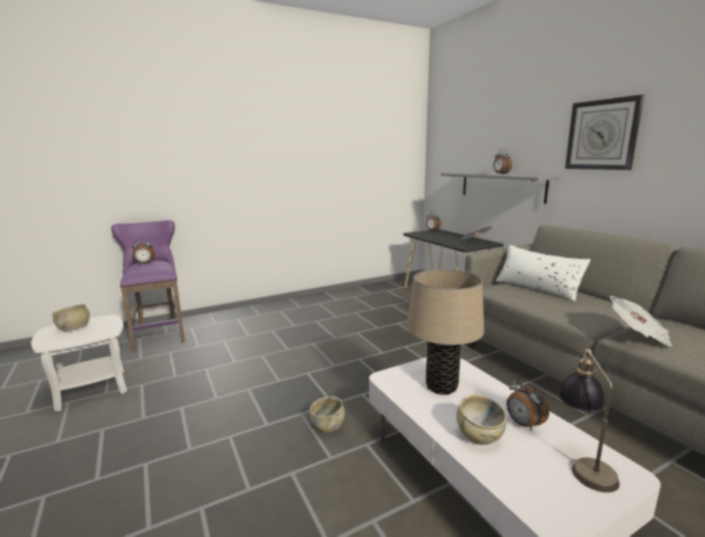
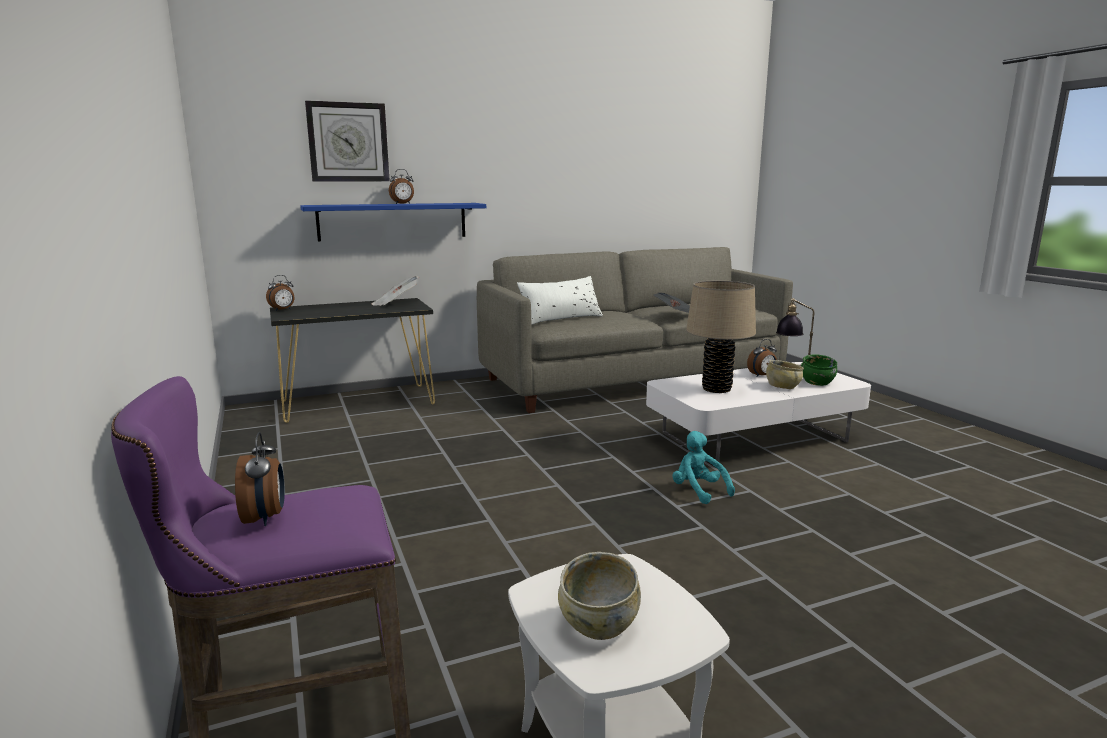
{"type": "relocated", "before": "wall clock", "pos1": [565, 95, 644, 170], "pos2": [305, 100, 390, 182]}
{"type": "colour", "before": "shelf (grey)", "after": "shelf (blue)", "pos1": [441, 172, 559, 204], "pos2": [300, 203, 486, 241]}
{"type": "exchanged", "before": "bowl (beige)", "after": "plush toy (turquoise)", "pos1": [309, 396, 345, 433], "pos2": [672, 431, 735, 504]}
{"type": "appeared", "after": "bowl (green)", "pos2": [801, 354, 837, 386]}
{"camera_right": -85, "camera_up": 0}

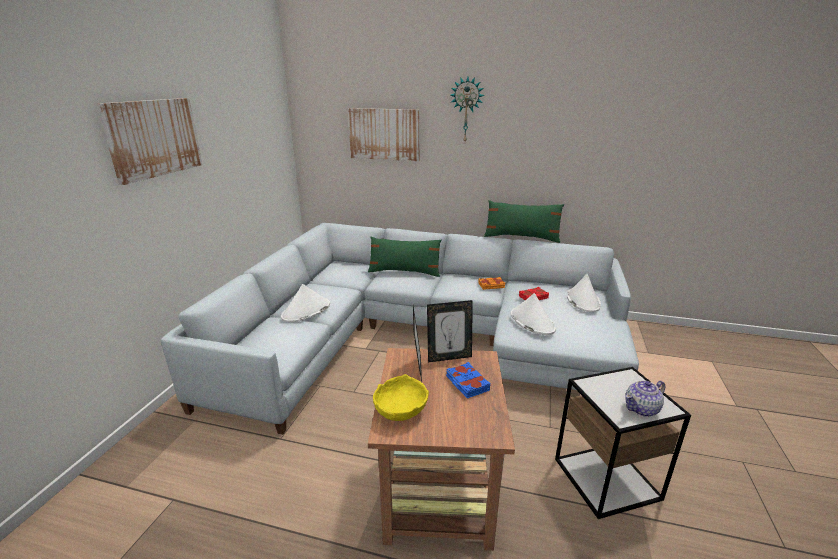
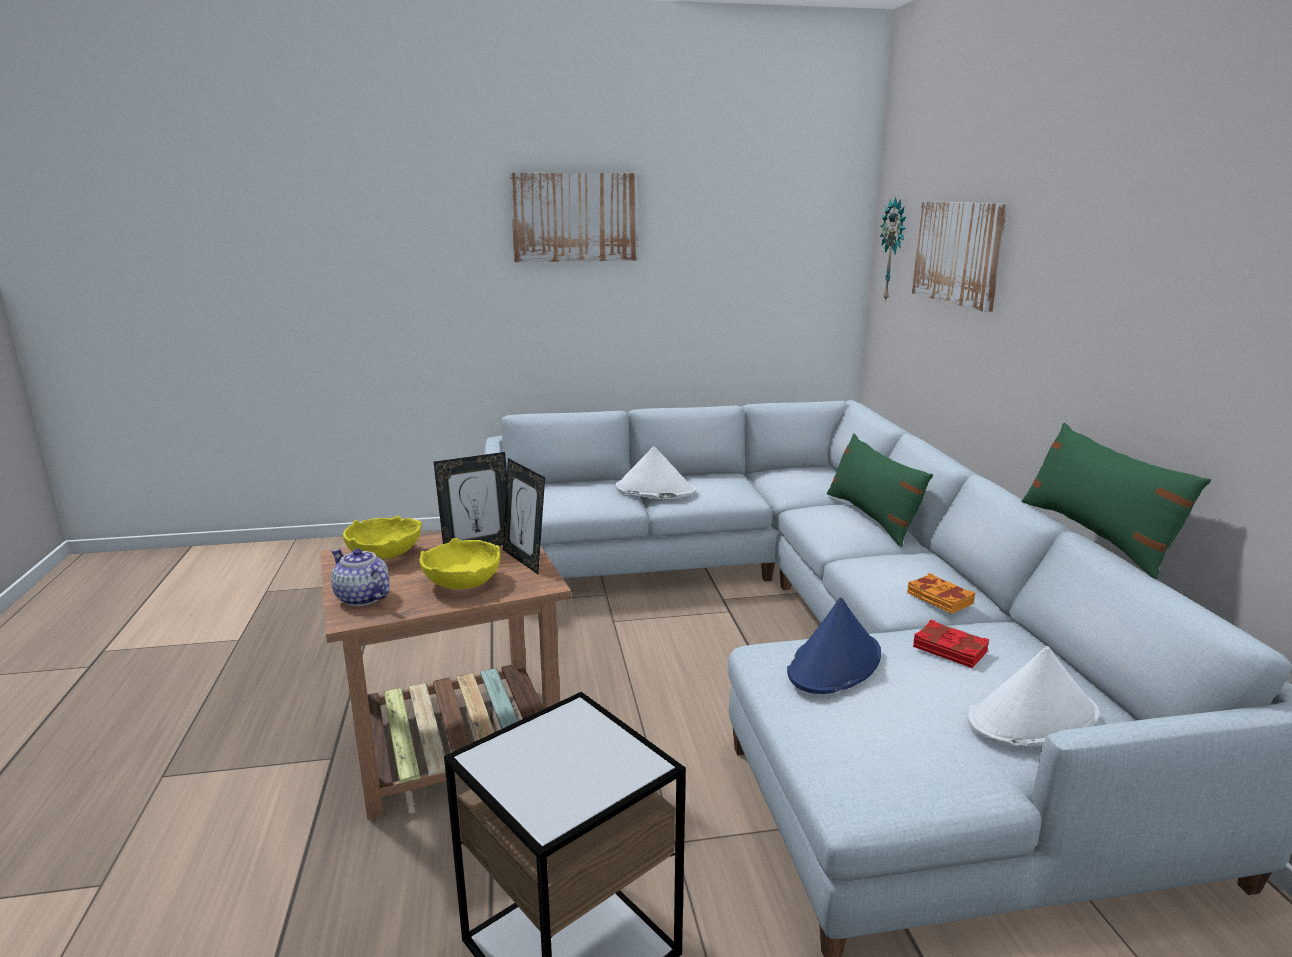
{"type": "relocated", "before": "wall clock", "pos1": [450, 77, 485, 142], "pos2": [880, 197, 906, 303]}
{"type": "colour", "before": "hat (white)", "after": "hat (blue)", "pos1": [510, 293, 556, 335], "pos2": [787, 597, 881, 694]}
{"type": "exchanged", "before": "book (blue)", "after": "bowl (yellow)", "pos1": [446, 362, 490, 398], "pos2": [419, 538, 500, 589]}
{"type": "relocated", "before": "teapot", "pos1": [625, 380, 665, 417], "pos2": [331, 548, 390, 606]}
{"camera_right": 65, "camera_up": -5}

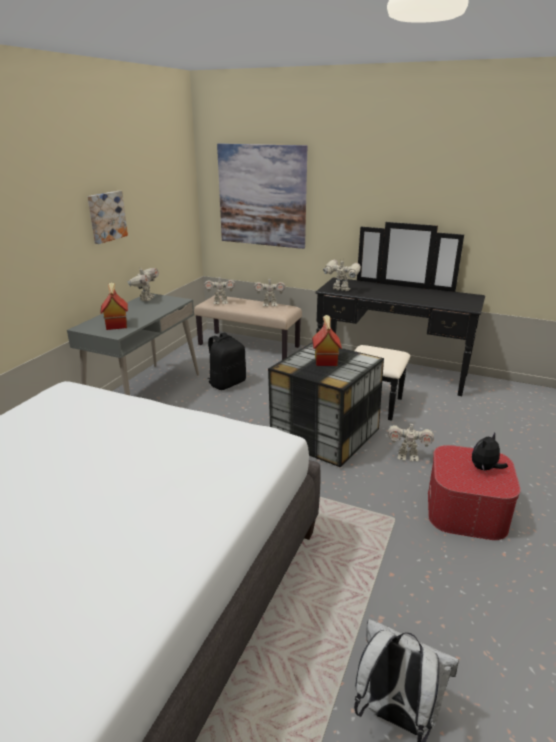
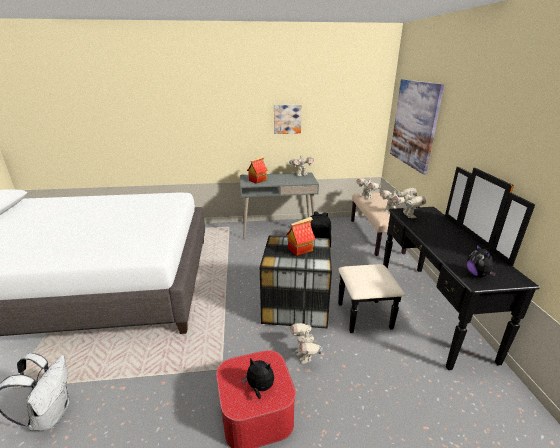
{"type": "appeared", "after": "plush toy", "pos2": [467, 244, 496, 277]}
{"camera_right": 60, "camera_up": 0}

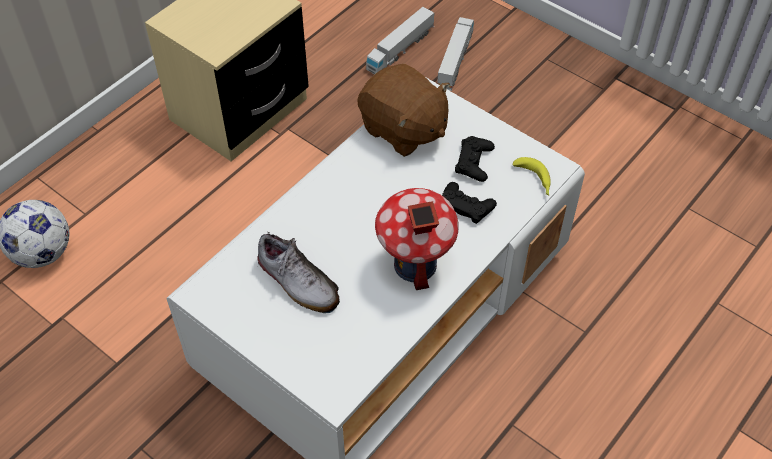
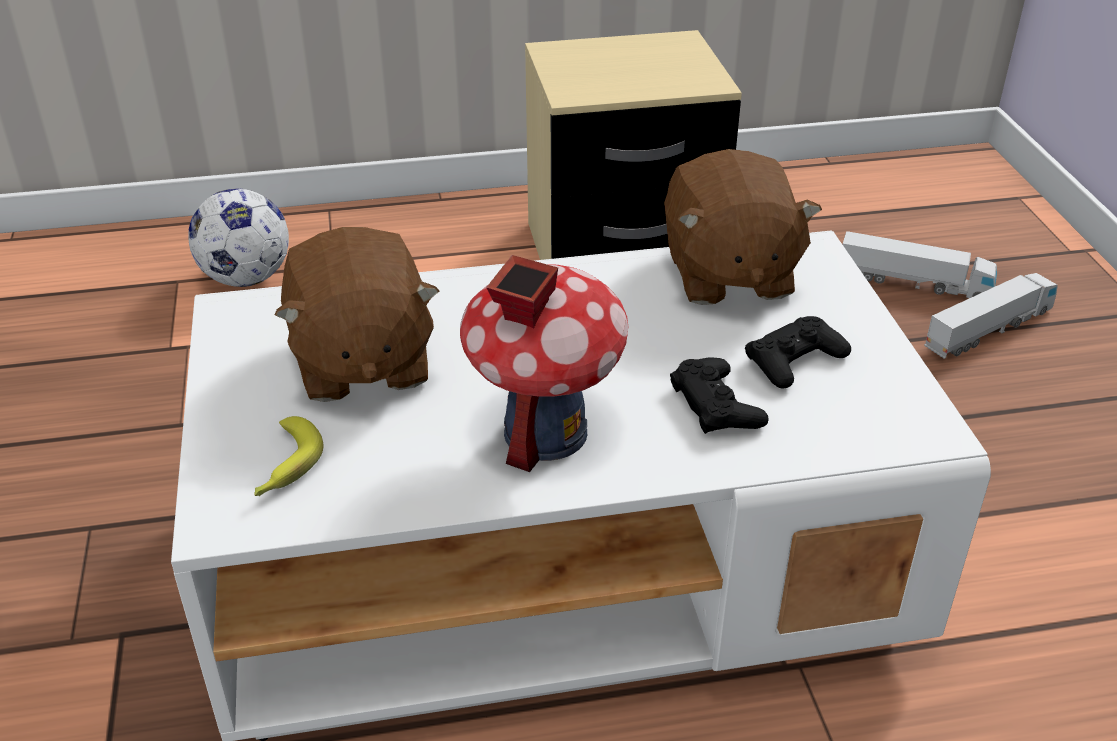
{"type": "spun", "before": "toy truck", "pos1": [366, 7, 434, 74], "pos2": [842, 231, 997, 298], "turn": -150}
{"type": "relocated", "before": "banana", "pos1": [513, 157, 551, 195], "pos2": [254, 416, 324, 496]}
{"type": "exchanged", "before": "shoe", "after": "plush toy (brown)", "pos1": [257, 232, 340, 313], "pos2": [274, 227, 439, 402]}
{"camera_right": 40, "camera_up": -15}

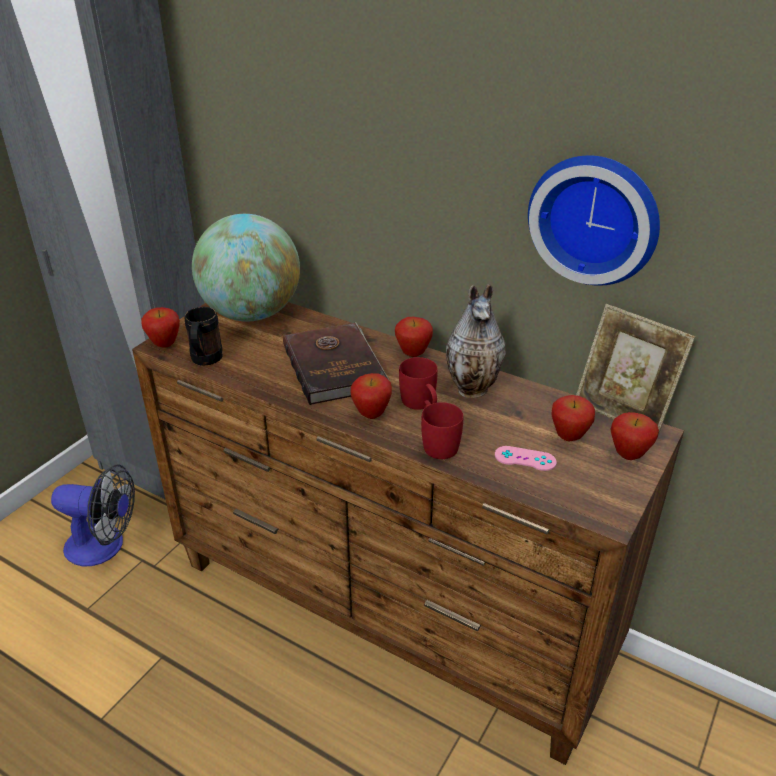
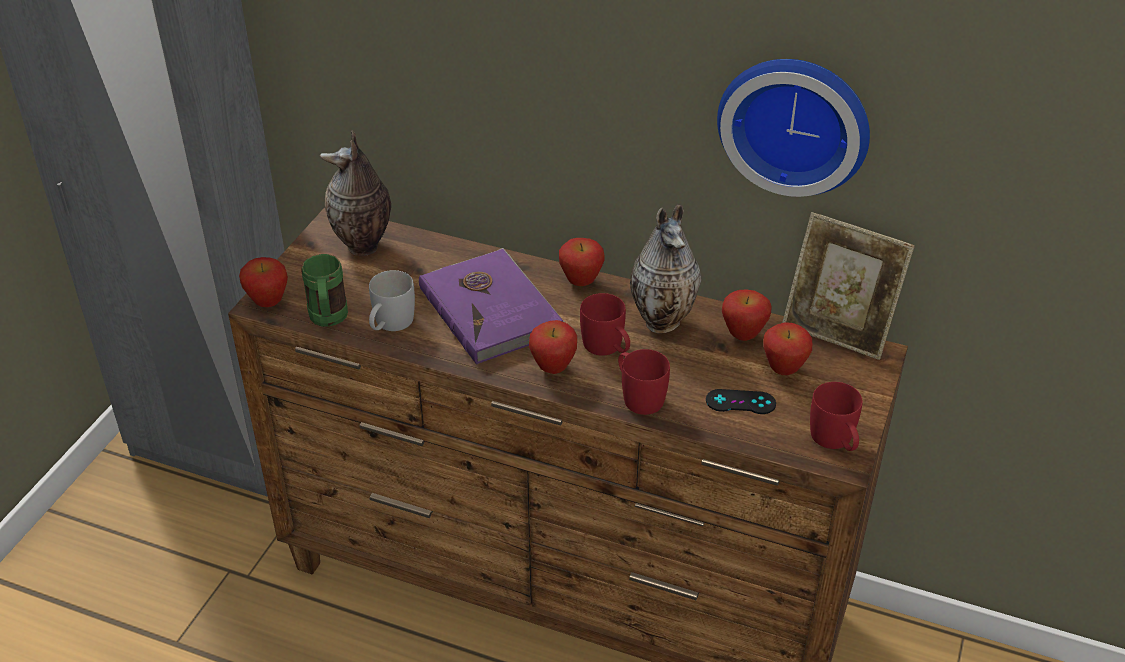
{"type": "exchanged", "before": "globe", "after": "vase", "pos1": [192, 214, 300, 321], "pos2": [320, 130, 391, 256]}
{"type": "colour", "before": "mug (black)", "after": "mug (green)", "pos1": [185, 307, 223, 366], "pos2": [301, 254, 348, 326]}
{"type": "colour", "before": "book (brown)", "after": "book (purple)", "pos1": [283, 322, 389, 405], "pos2": [419, 248, 564, 365]}
{"type": "relocated", "before": "apple", "pos1": [610, 412, 659, 460], "pos2": [722, 290, 772, 341]}
{"type": "colour", "before": "game controller (pink)", "after": "game controller (black)", "pos1": [495, 446, 557, 471], "pos2": [706, 389, 776, 414]}
{"type": "missing", "before": "fan", "pos1": [51, 465, 135, 567]}
{"type": "appeared", "after": "mug (white)", "pos2": [369, 270, 415, 331]}
{"type": "appeared", "after": "mug (red)", "pos2": [810, 382, 863, 451]}
{"camera_right": -10, "camera_up": 5}

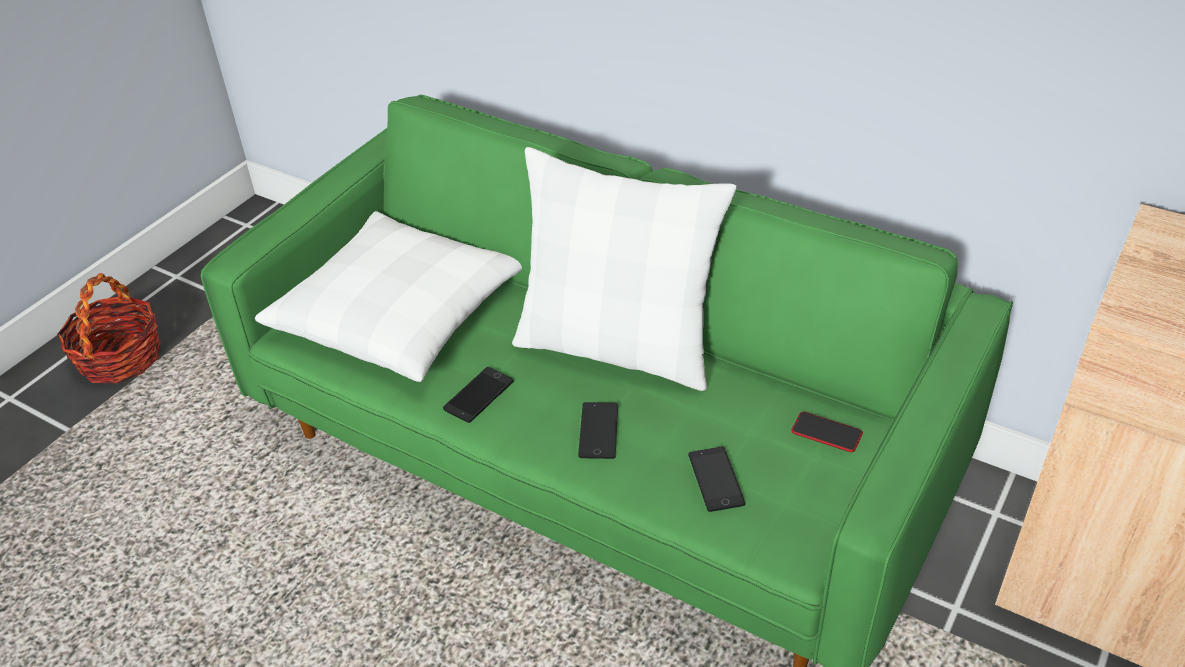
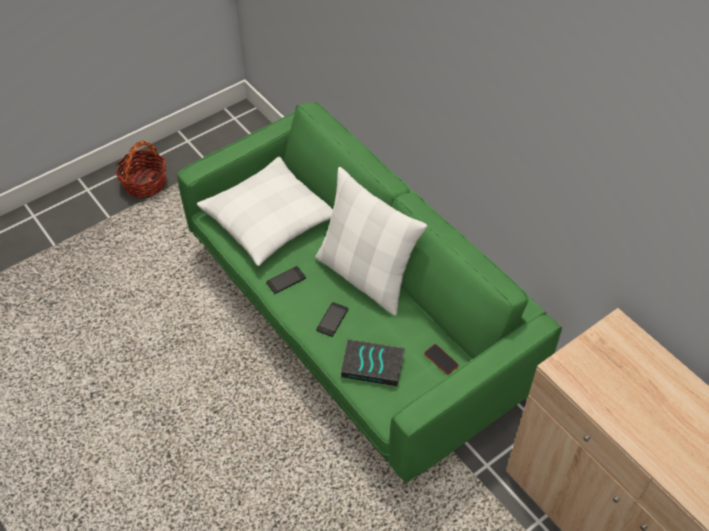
{"type": "exchanged", "before": "phone", "after": "book", "pos1": [689, 447, 745, 512], "pos2": [341, 339, 405, 387]}
{"camera_right": 20, "camera_up": 10}

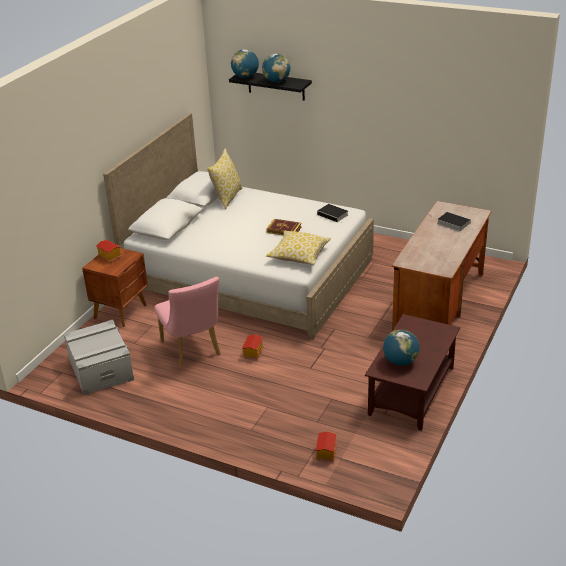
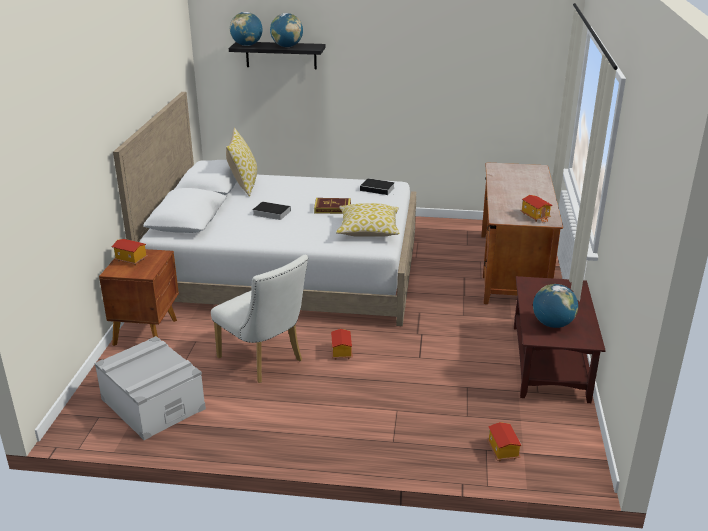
{"type": "relocated", "before": "book", "pos1": [437, 212, 471, 231], "pos2": [252, 201, 291, 220]}
{"type": "colour", "before": "chair (pink)", "after": "chair (white)", "pos1": [154, 277, 221, 367], "pos2": [211, 255, 308, 383]}
{"type": "appeared", "after": "toy house", "pos2": [520, 195, 553, 223]}
{"camera_right": -20, "camera_up": -5}

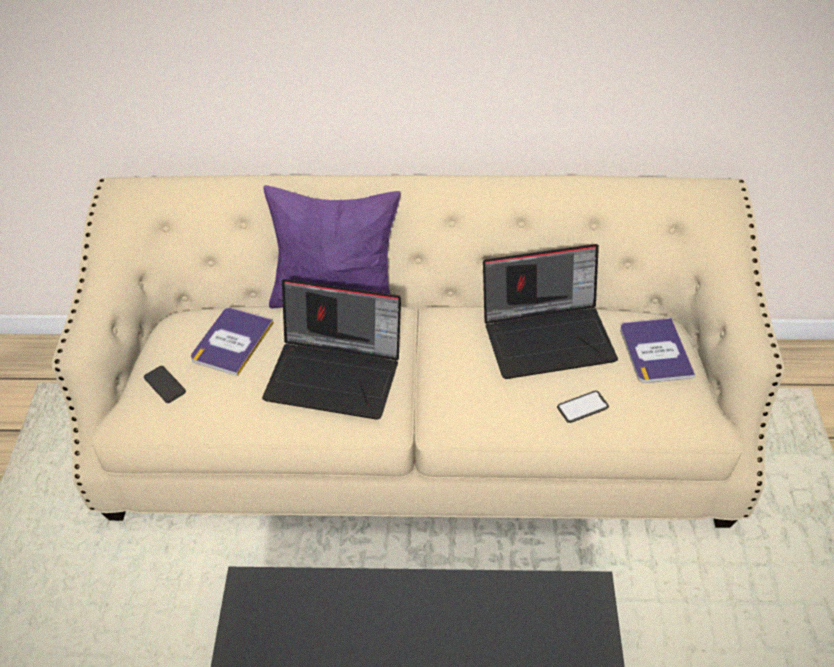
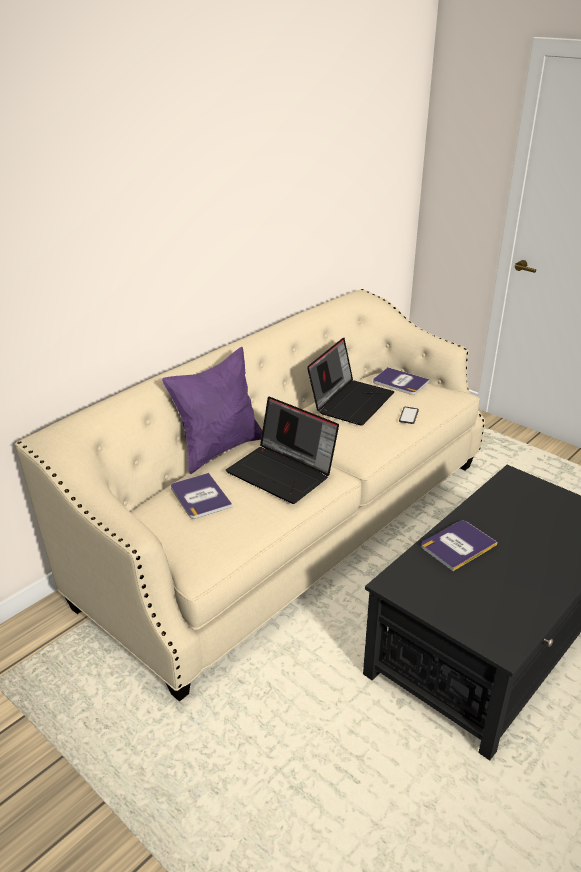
{"type": "spun", "before": "laptop", "pos1": [262, 279, 401, 420], "pos2": [225, 397, 339, 504], "turn": 75}
{"type": "missing", "before": "phone", "pos1": [144, 366, 186, 403]}
{"type": "appeared", "after": "book", "pos2": [421, 521, 497, 571]}
{"camera_right": -50, "camera_up": -15}

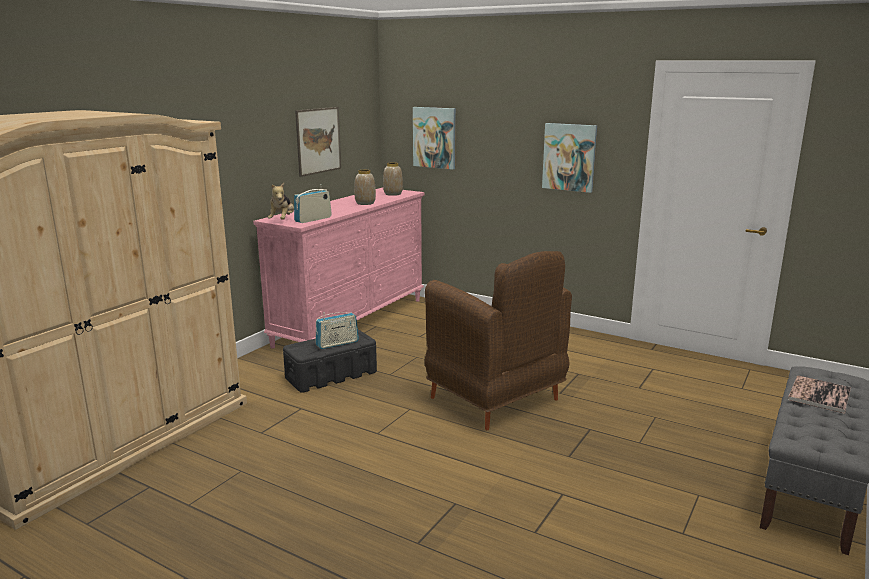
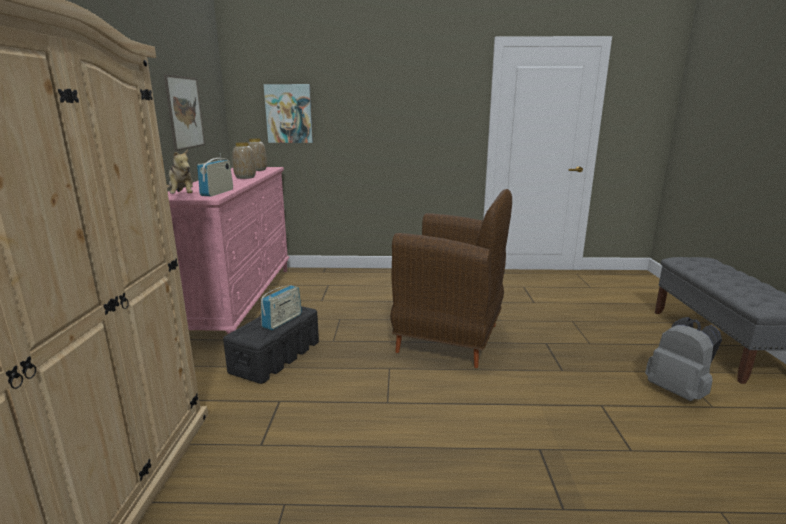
{"type": "missing", "before": "picture", "pos1": [542, 123, 597, 193]}
{"type": "missing", "before": "book", "pos1": [788, 376, 851, 414]}
{"type": "appeared", "after": "backpack (grey)", "pos2": [645, 317, 722, 401]}
{"camera_right": -30, "camera_up": 0}

